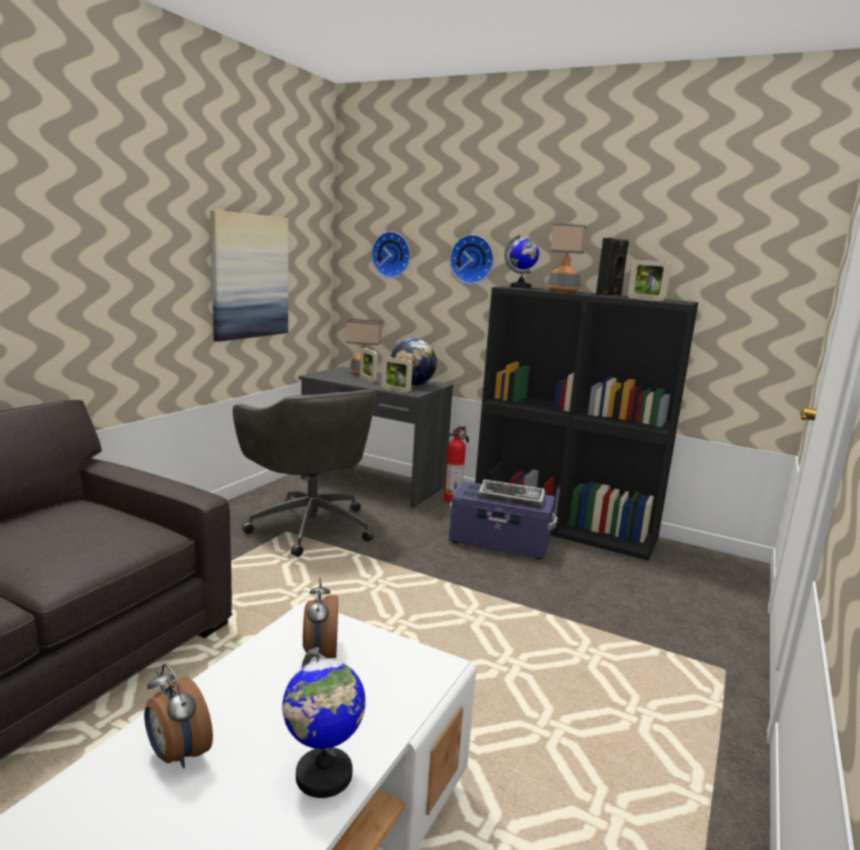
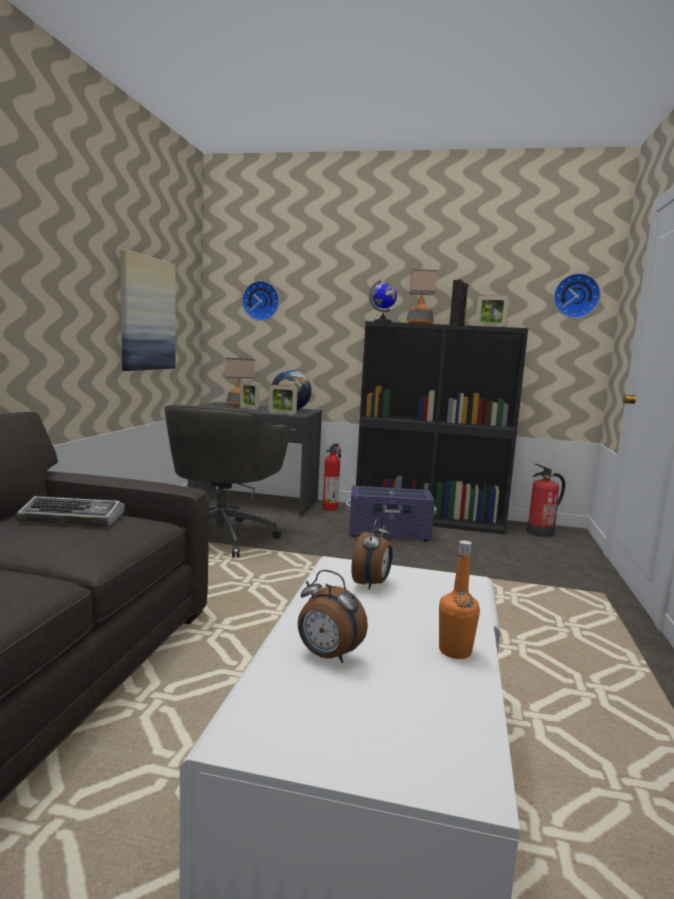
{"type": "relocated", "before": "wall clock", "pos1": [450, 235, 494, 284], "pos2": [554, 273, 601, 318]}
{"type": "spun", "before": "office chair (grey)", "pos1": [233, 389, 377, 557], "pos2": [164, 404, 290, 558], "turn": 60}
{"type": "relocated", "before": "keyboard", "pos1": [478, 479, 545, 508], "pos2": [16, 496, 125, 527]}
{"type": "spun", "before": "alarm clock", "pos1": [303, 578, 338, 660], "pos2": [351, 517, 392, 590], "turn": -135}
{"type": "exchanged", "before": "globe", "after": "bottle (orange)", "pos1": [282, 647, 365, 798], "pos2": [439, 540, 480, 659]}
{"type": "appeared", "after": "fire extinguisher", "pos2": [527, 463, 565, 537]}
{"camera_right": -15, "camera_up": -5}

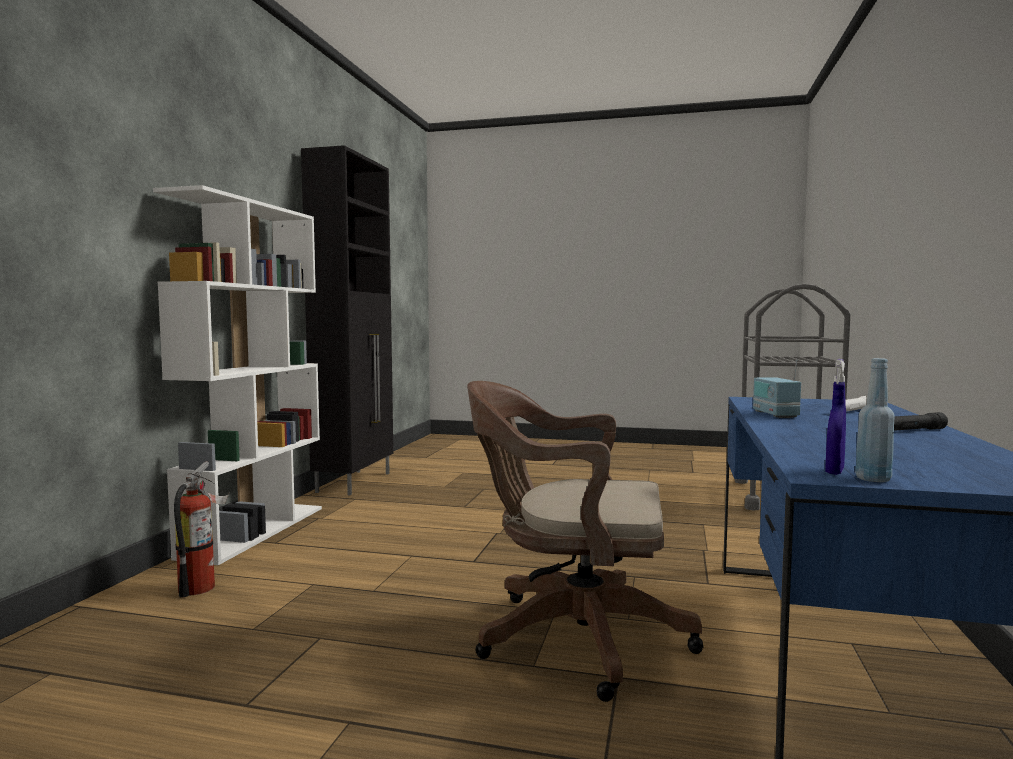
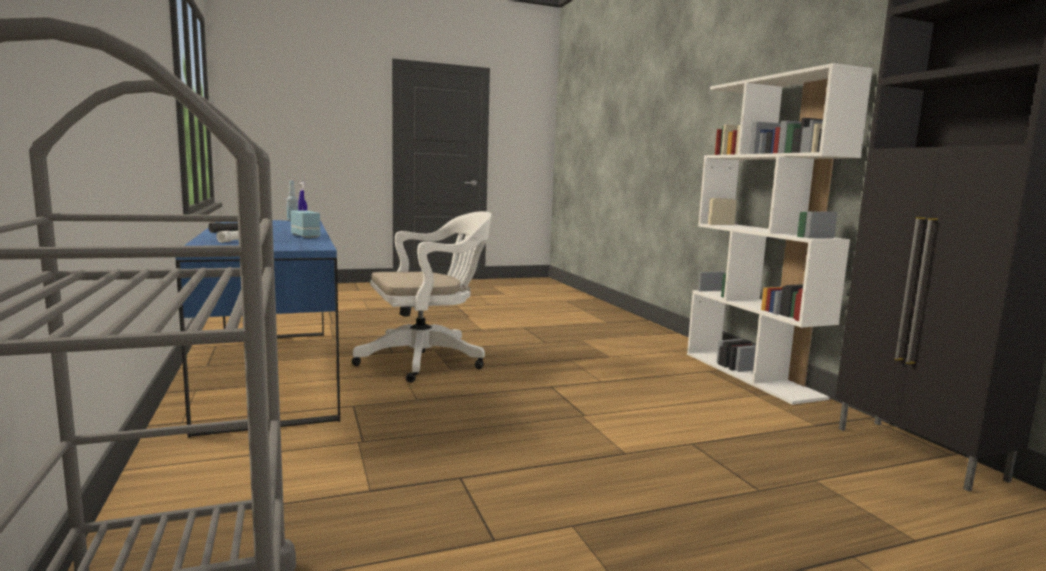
{"type": "colour", "before": "office chair (brown)", "after": "office chair (white)", "pos1": [467, 381, 704, 702], "pos2": [352, 211, 492, 383]}
{"type": "missing", "before": "fire extinguisher", "pos1": [174, 461, 229, 598]}
{"camera_right": 145, "camera_up": 5}

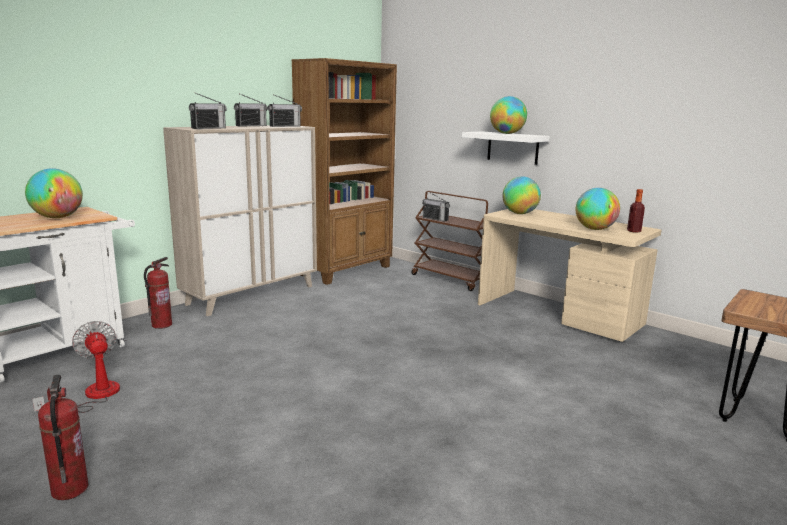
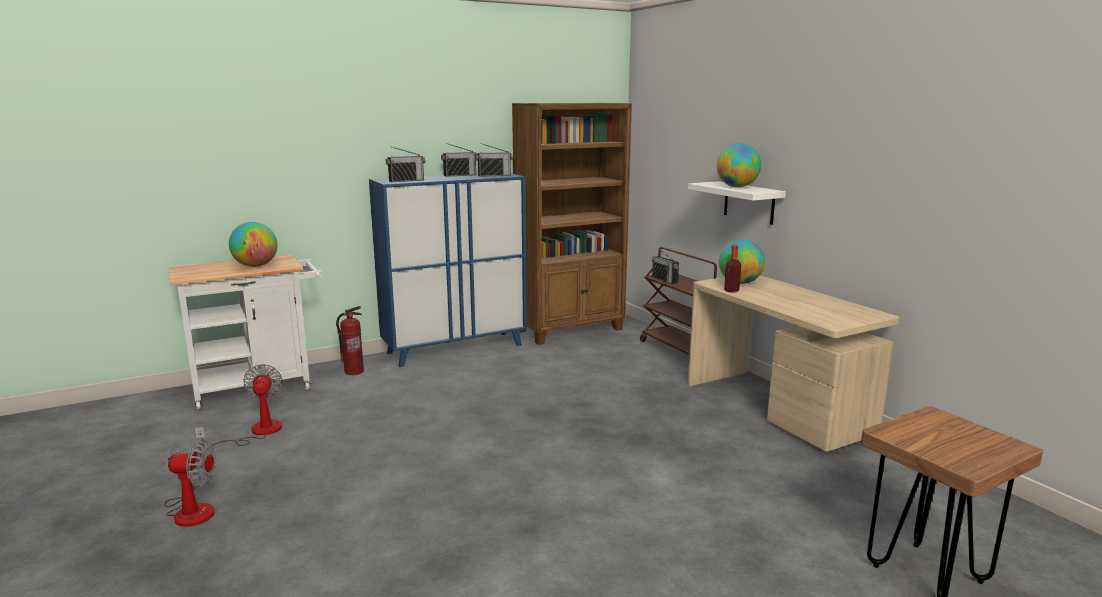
{"type": "colour", "before": "cabinet (beige)", "after": "cabinet (blue)", "pos1": [163, 125, 317, 316], "pos2": [369, 173, 527, 367]}
{"type": "missing", "before": "globe", "pos1": [575, 188, 620, 230]}
{"type": "relocated", "before": "bottle", "pos1": [627, 189, 645, 233], "pos2": [724, 245, 741, 293]}
{"type": "exchanged", "before": "fire extinguisher", "after": "fan", "pos1": [38, 374, 89, 500], "pos2": [164, 440, 216, 527]}
{"camera_right": 20, "camera_up": 0}

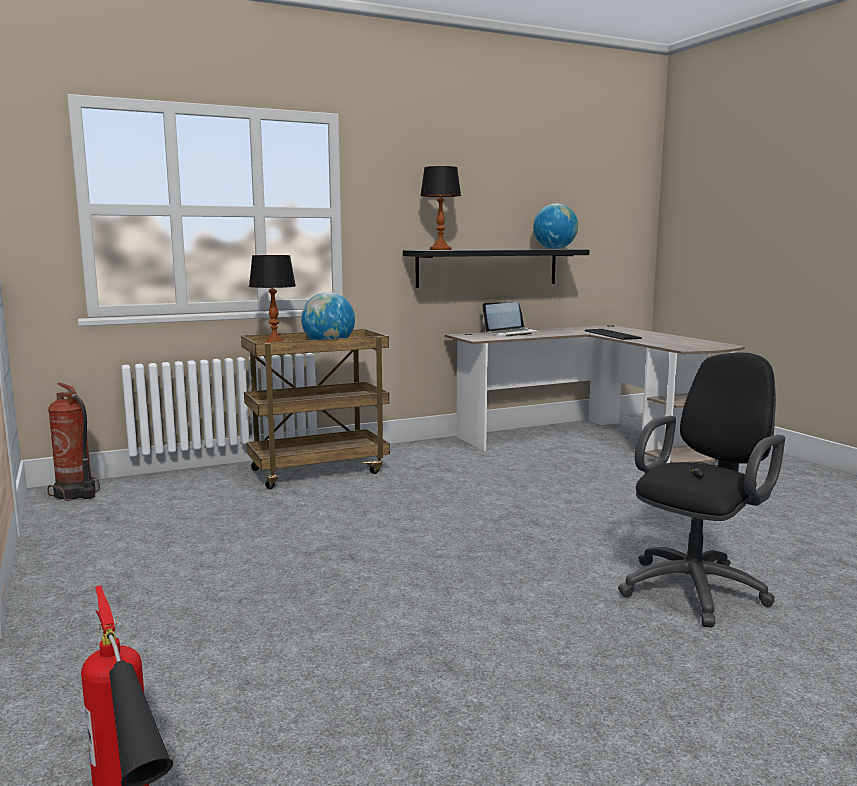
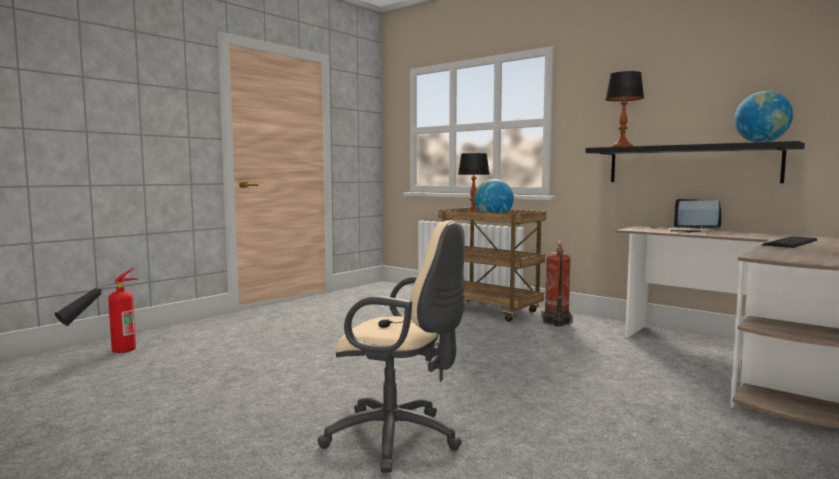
{"type": "colour", "before": "office chair (black)", "after": "office chair (beige)", "pos1": [618, 352, 785, 627], "pos2": [318, 220, 465, 473]}
{"type": "relocated", "before": "fire extinguisher", "pos1": [47, 383, 100, 501], "pos2": [541, 240, 573, 327]}
{"camera_right": 65, "camera_up": -5}

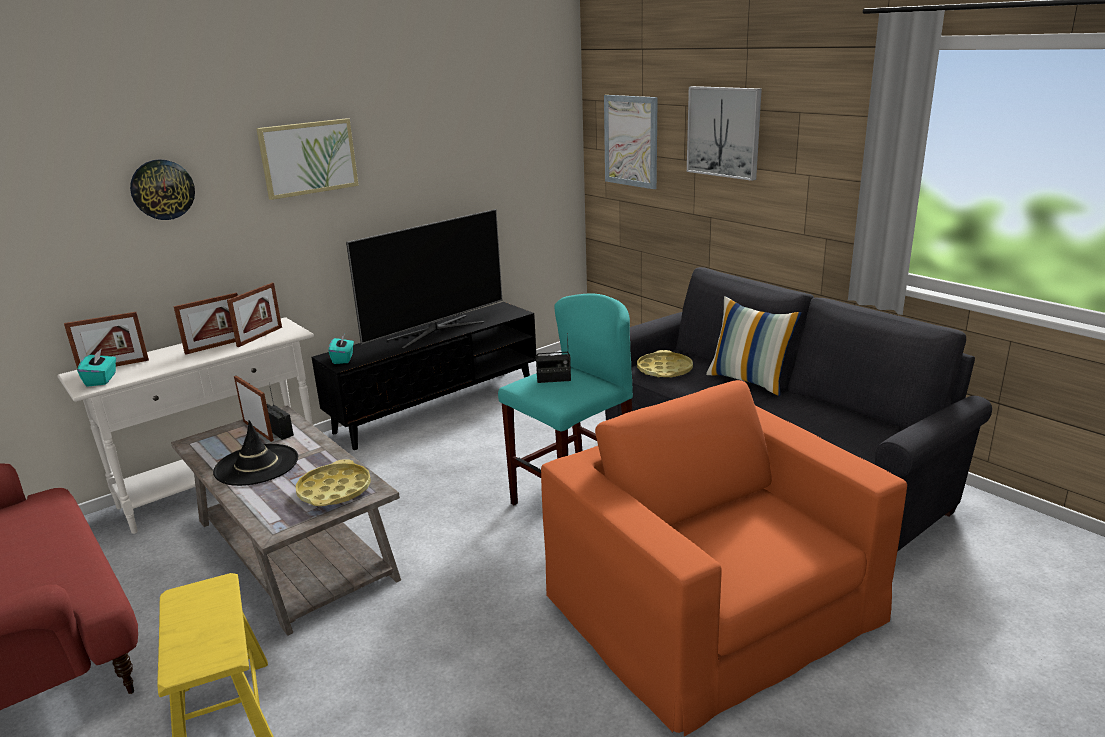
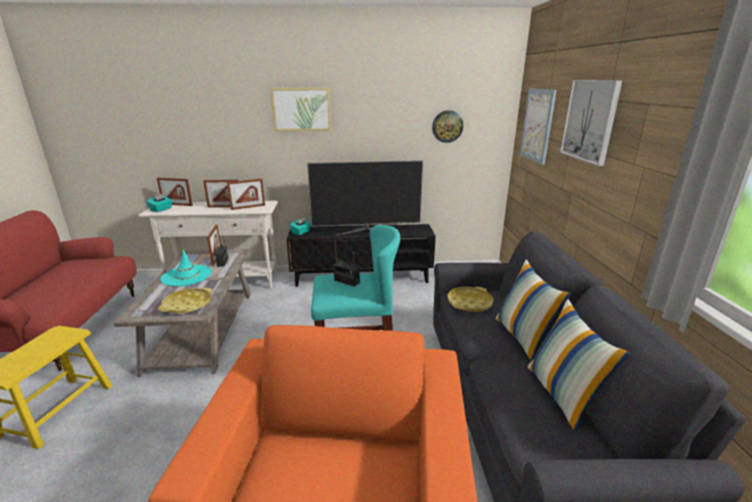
{"type": "relocated", "before": "wall clock", "pos1": [130, 159, 195, 220], "pos2": [432, 110, 463, 143]}
{"type": "colour", "before": "hat (black)", "after": "hat (turquoise)", "pos1": [213, 420, 298, 486], "pos2": [161, 249, 212, 286]}
{"type": "appeared", "after": "pillow", "pos2": [528, 299, 630, 432]}
{"camera_right": 35, "camera_up": 0}

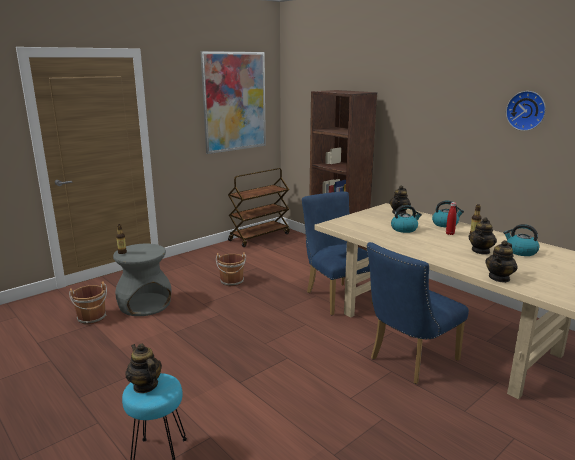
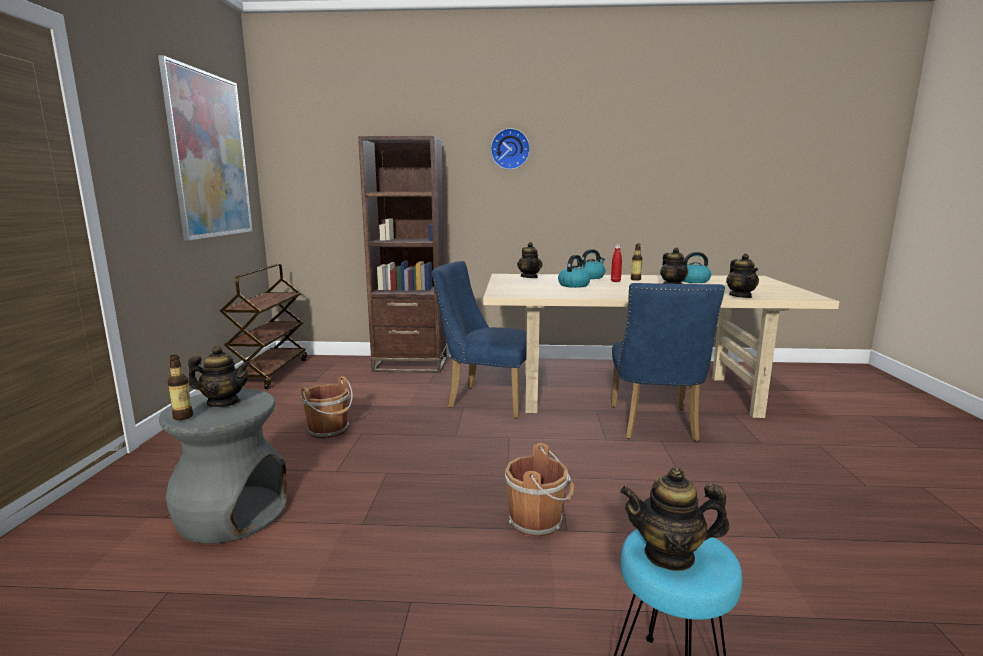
{"type": "relocated", "before": "wall clock", "pos1": [506, 91, 546, 131], "pos2": [491, 128, 530, 170]}
{"type": "relocated", "before": "bucket (brown)", "pos1": [69, 281, 107, 324], "pos2": [505, 443, 574, 537]}
{"type": "appeared", "after": "teapot", "pos2": [188, 346, 251, 407]}
{"camera_right": -45, "camera_up": -5}

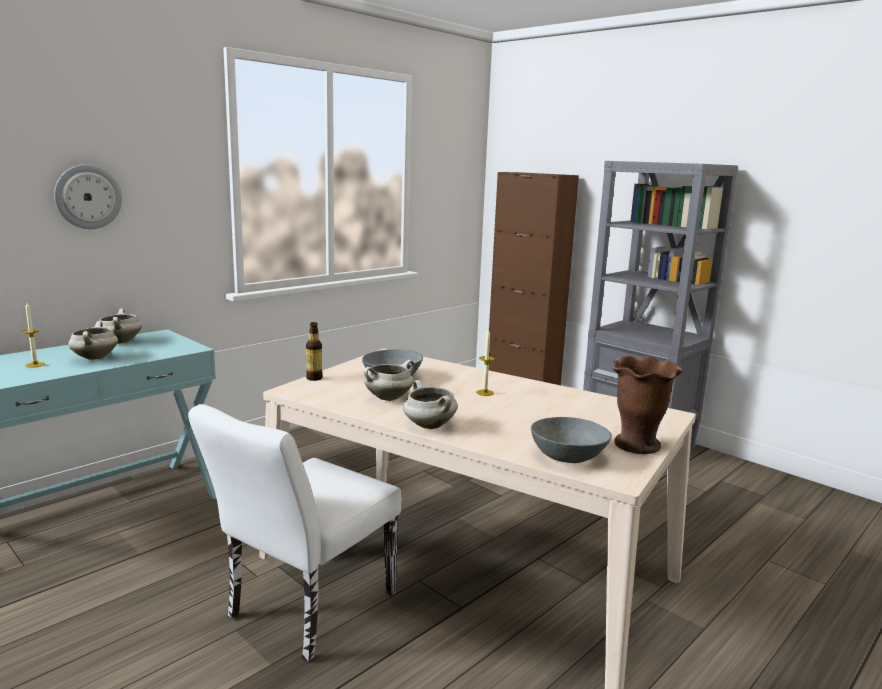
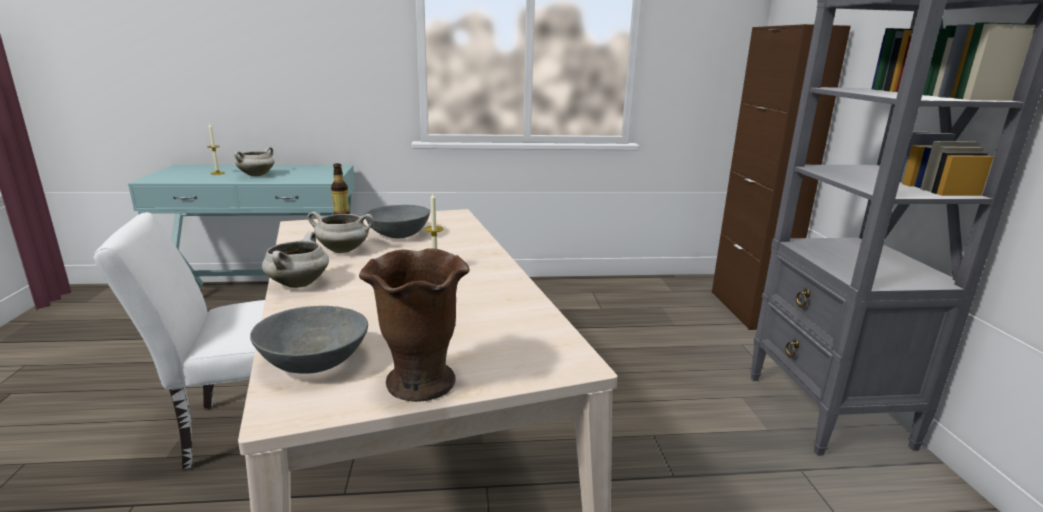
{"type": "missing", "before": "wall clock", "pos1": [54, 164, 122, 229]}
{"type": "missing", "before": "cooking pot (white)", "pos1": [99, 309, 142, 344]}
{"camera_right": 40, "camera_up": 5}

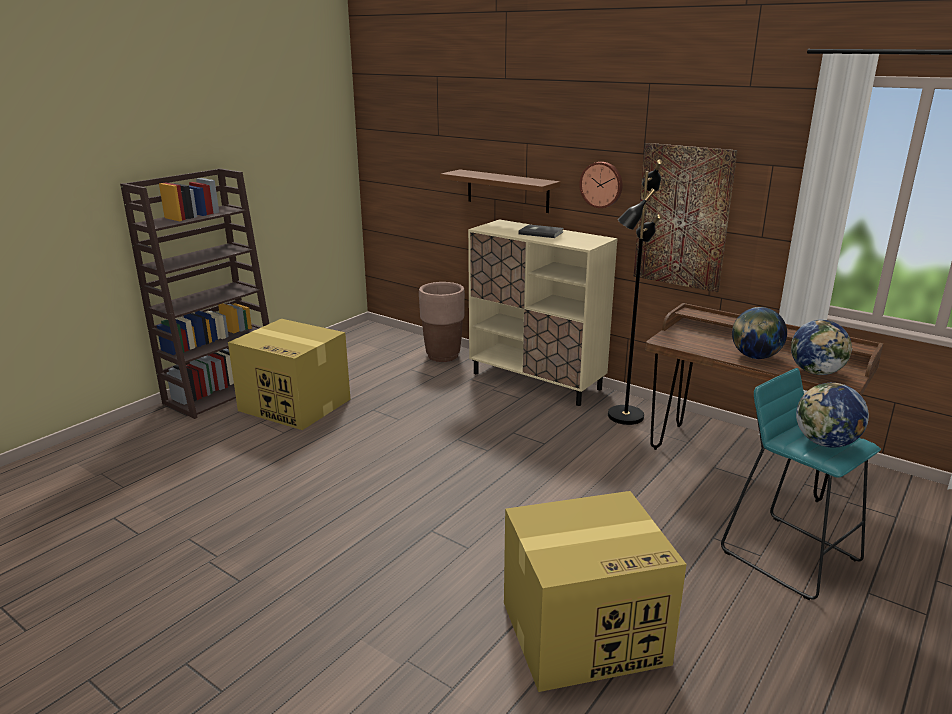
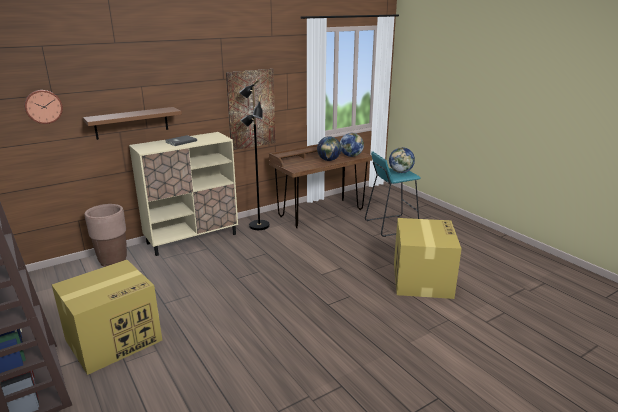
{"type": "relocated", "before": "wall clock", "pos1": [579, 162, 623, 208], "pos2": [24, 90, 63, 124]}
{"camera_right": -70, "camera_up": 0}

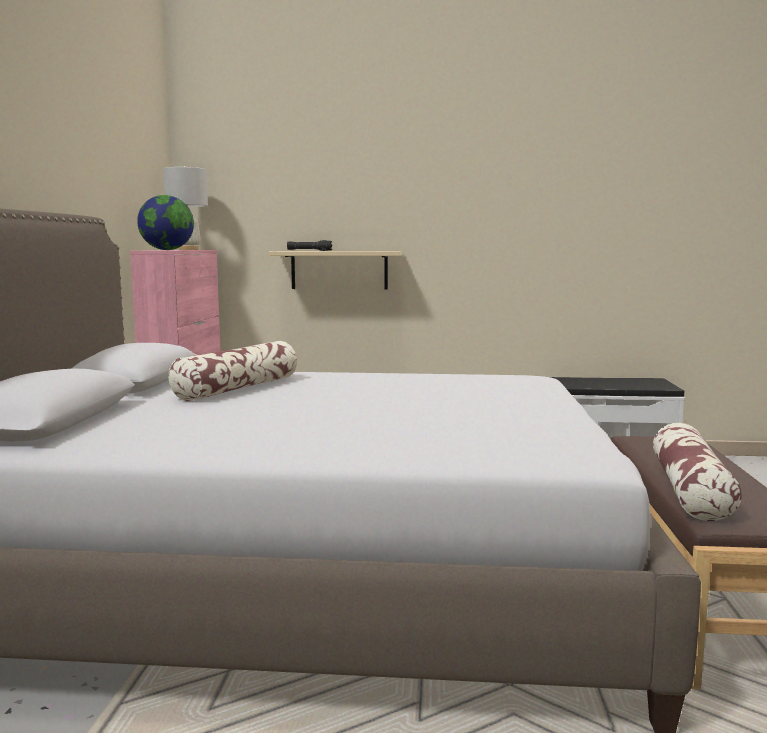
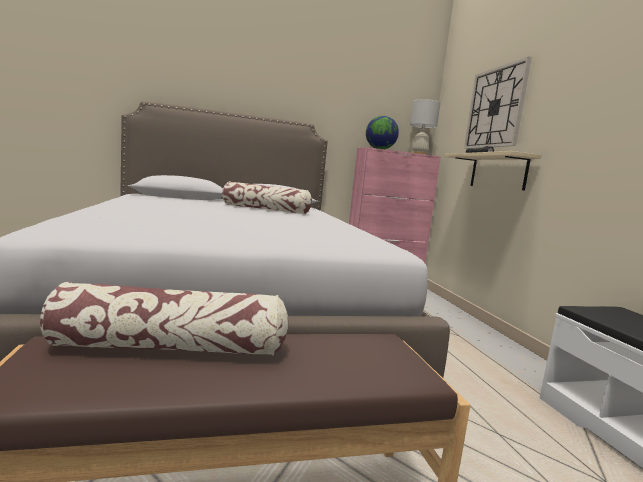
{"type": "appeared", "after": "wall clock", "pos2": [464, 57, 531, 149]}
{"camera_right": 70, "camera_up": 0}

